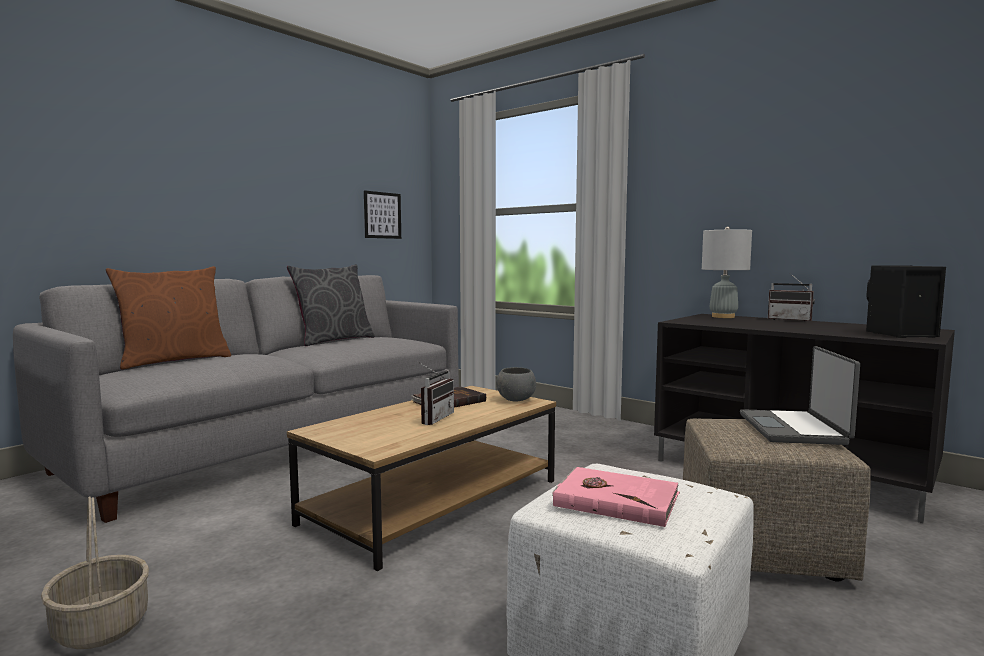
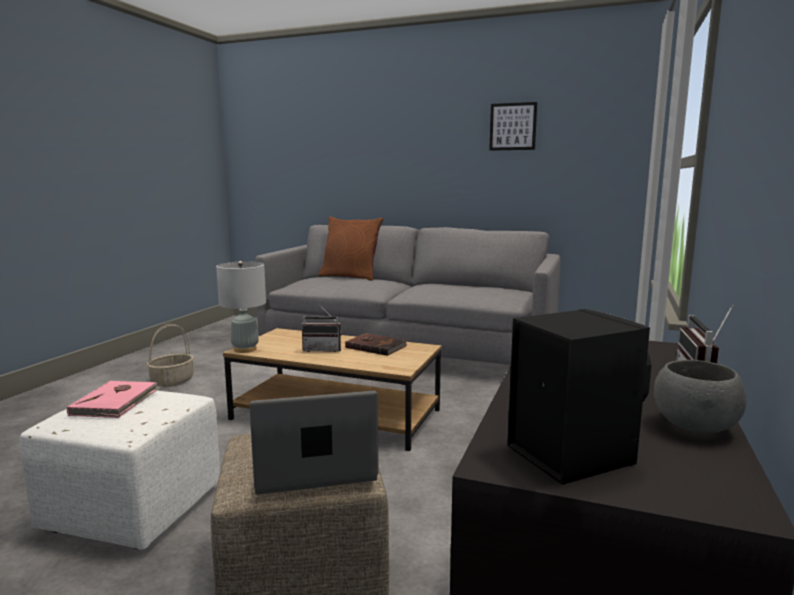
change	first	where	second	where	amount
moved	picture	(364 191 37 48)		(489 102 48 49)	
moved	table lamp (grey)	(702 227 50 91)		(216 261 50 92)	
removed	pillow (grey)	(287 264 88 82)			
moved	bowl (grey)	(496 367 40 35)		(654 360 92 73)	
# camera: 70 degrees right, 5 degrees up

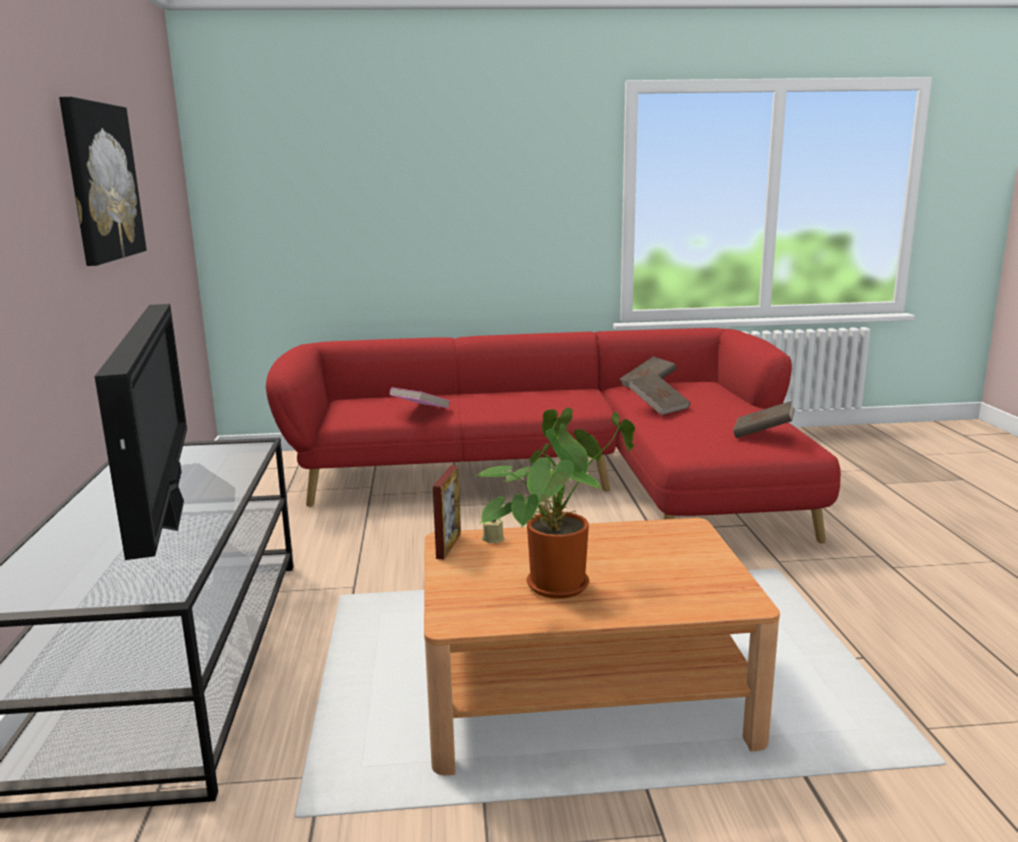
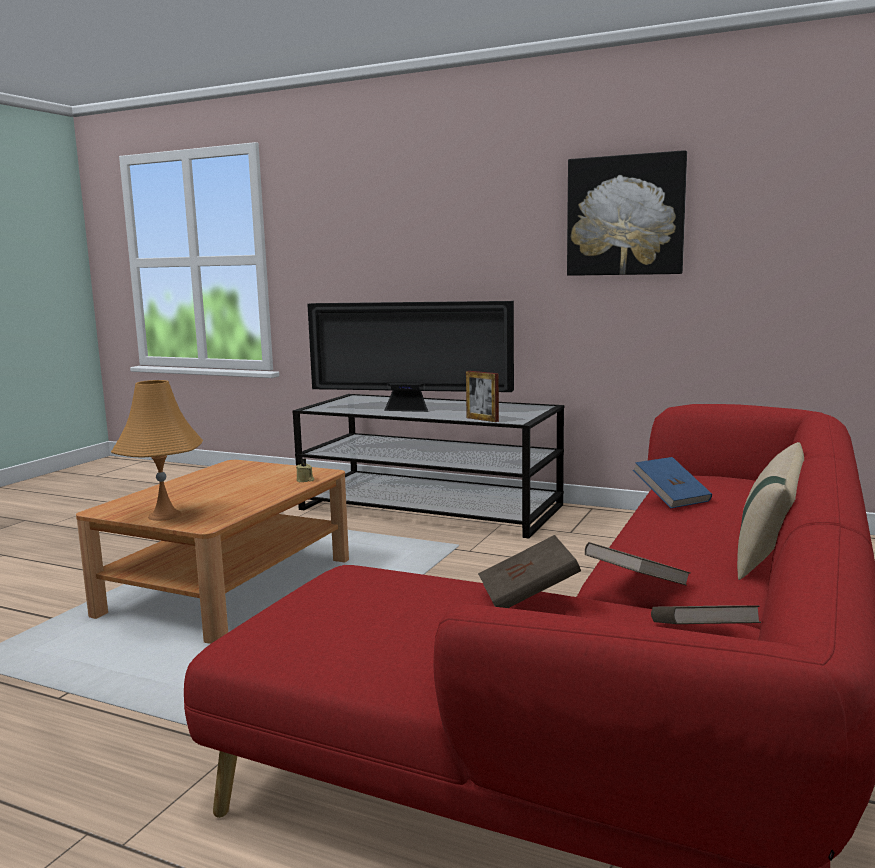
change	first	where	second	where	amount
recoloured	book (pink)	(390 388 60 20)	book (blue)	(633 457 79 51)	
moved	book (brown)	(733 401 62 37)		(585 542 105 44)	
removed	potted plant	(474 408 161 191)			
moved	picture frame	(433 465 28 95)		(466 371 33 51)	
added			table lamp (orange)	(111 380 92 141)	
added			pillow (beige)	(737 442 67 138)	
# camera: 120 degrees right, 5 degrees down

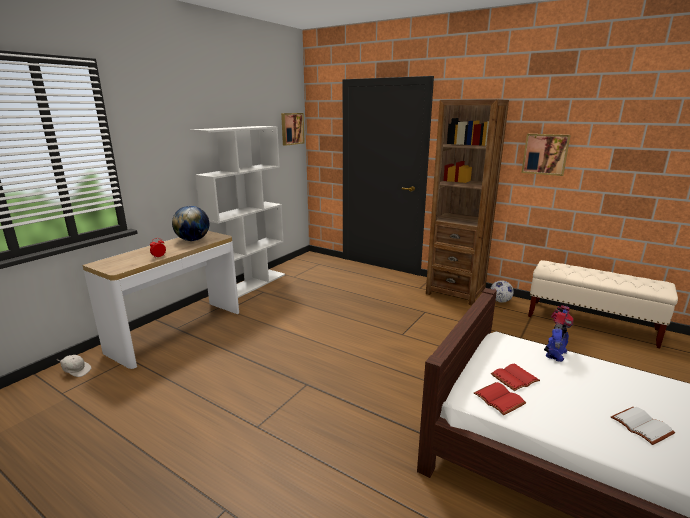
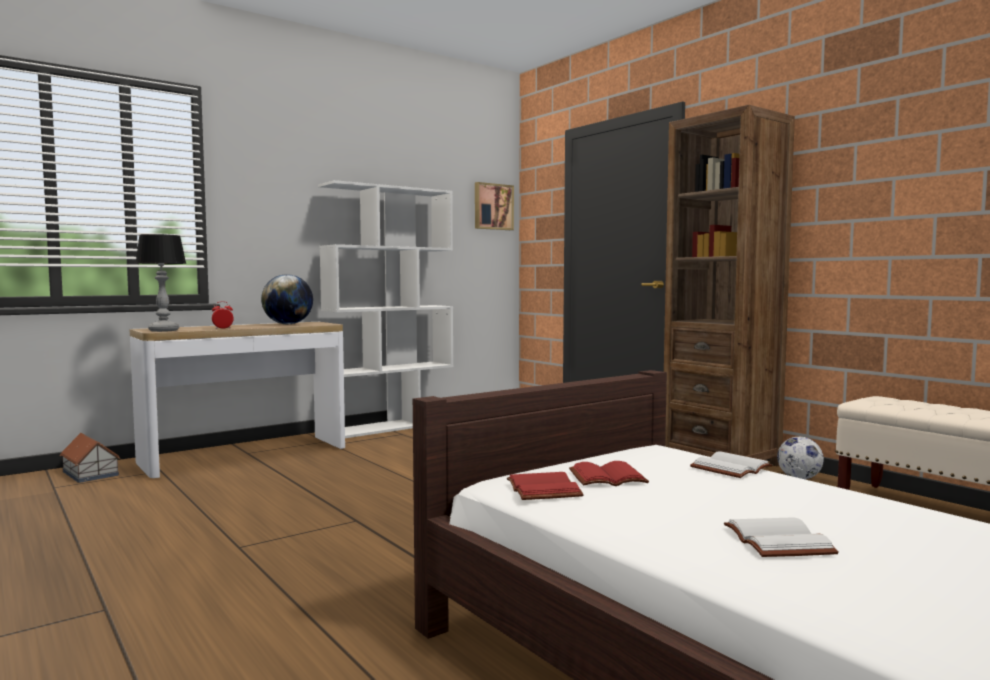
change	first	where	second	where	amount
removed	picture	(521 134 50 42)			
replaced	toy robot	(544 305 30 57)	book (white)	(690 451 82 27)	
replaced	cap (white)	(57 355 34 22)	toy house	(60 433 60 50)	
added			table lamp	(136 234 50 98)	
# camera: 20 degrees right, 15 degrees down

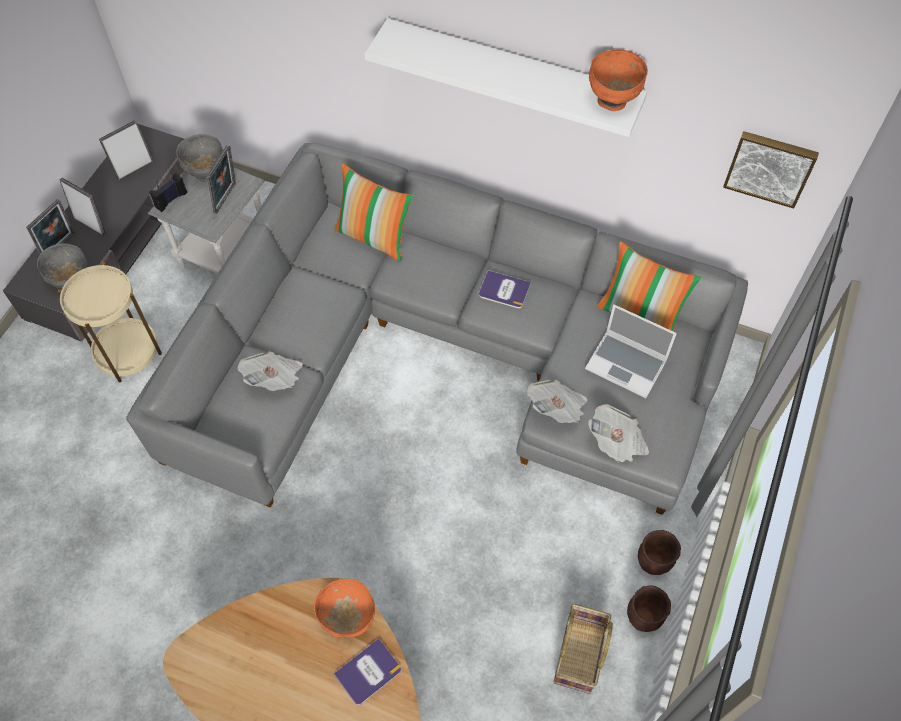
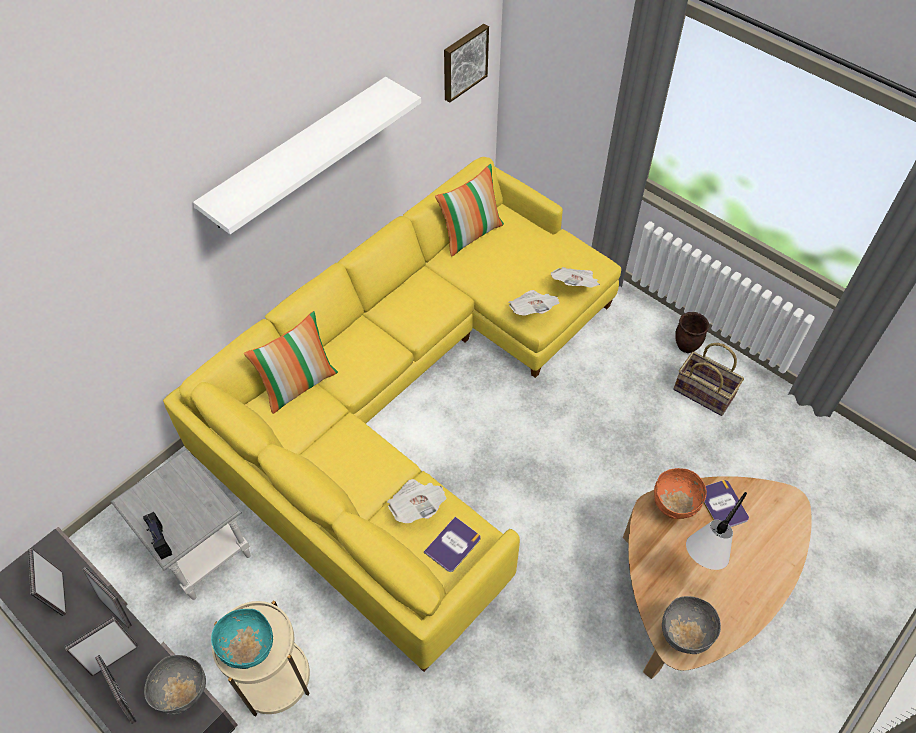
change	first	where	second	where	amount
removed	bowl (orange)	(589 50 59 61)			
moved	bowl (grey)	(176 134 47 48)		(662 596 59 58)	
recoloured	sofa (grey)	(126 143 622 372)	sofa (yellow)	(163 157 458 515)	
moved	picture frame	(206 145 30 69)		(83 566 49 63)	
moved	book	(479 270 52 39)		(424 517 57 55)	
removed	laptop	(585 304 92 94)			
removed	planter (brown)	(638 530 43 45)			
added			table lamp	(686 492 61 78)	
added			bowl (turquoise)	(211 609 62 60)	
# camera: 70 degrees left, 5 degrees down

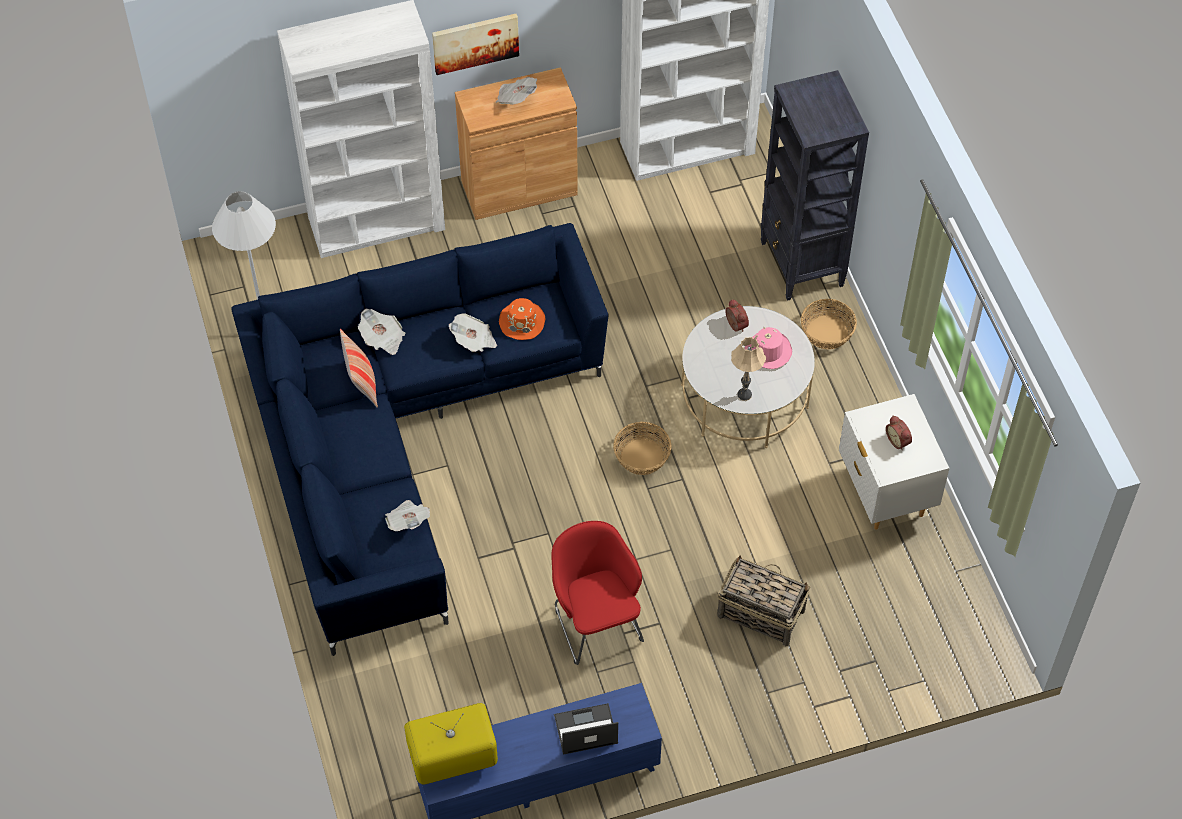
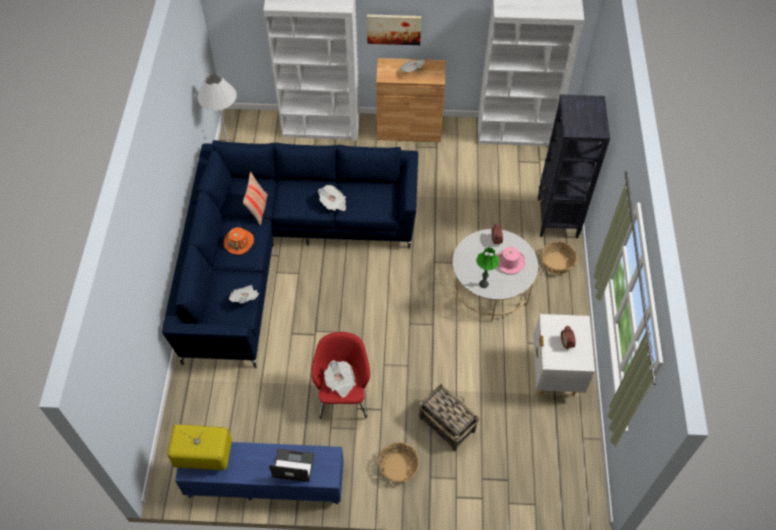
change	first	where	second	where	amount
moved	hat (orange)	(499 298 46 42)		(224 227 30 28)	
moved	newspaper	(358 309 47 46)		(324 360 32 38)	
recoloured	table lamp (beige)	(731 337 35 64)	table lamp (green)	(476 247 23 41)	
moved	basket	(613 422 58 53)		(378 442 41 41)	
# camera: 20 degrees right, 0 degrees up

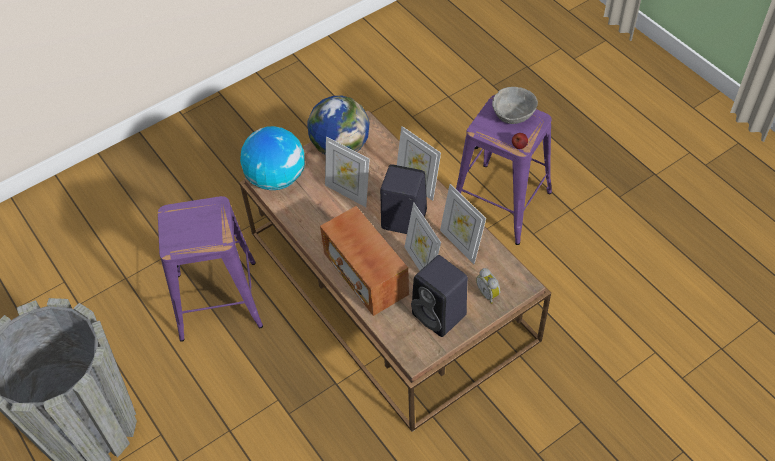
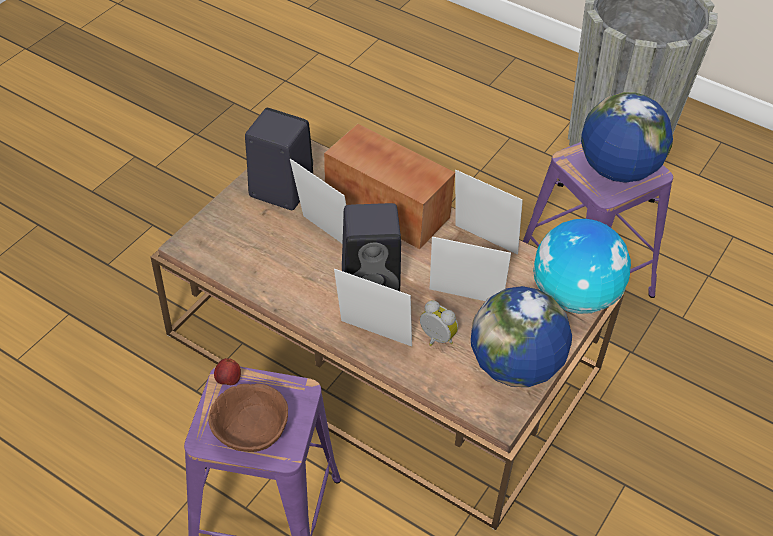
change	first	where	second	where	amount
recoloured	bowl (grey)	(492 87 46 37)	bowl (brown)	(208 383 80 69)	
moved	picture frame	(440 184 46 80)		(455 170 68 85)	
moved	alarm clock	(476 268 24 36)		(420 300 38 46)	
added			globe	(581 92 92 91)	
# camera: 155 degrees right, 5 degrees down

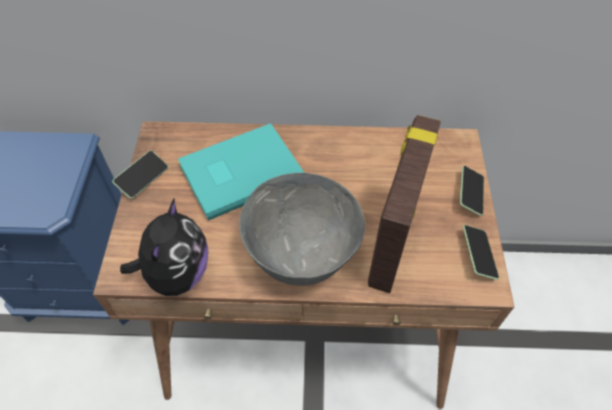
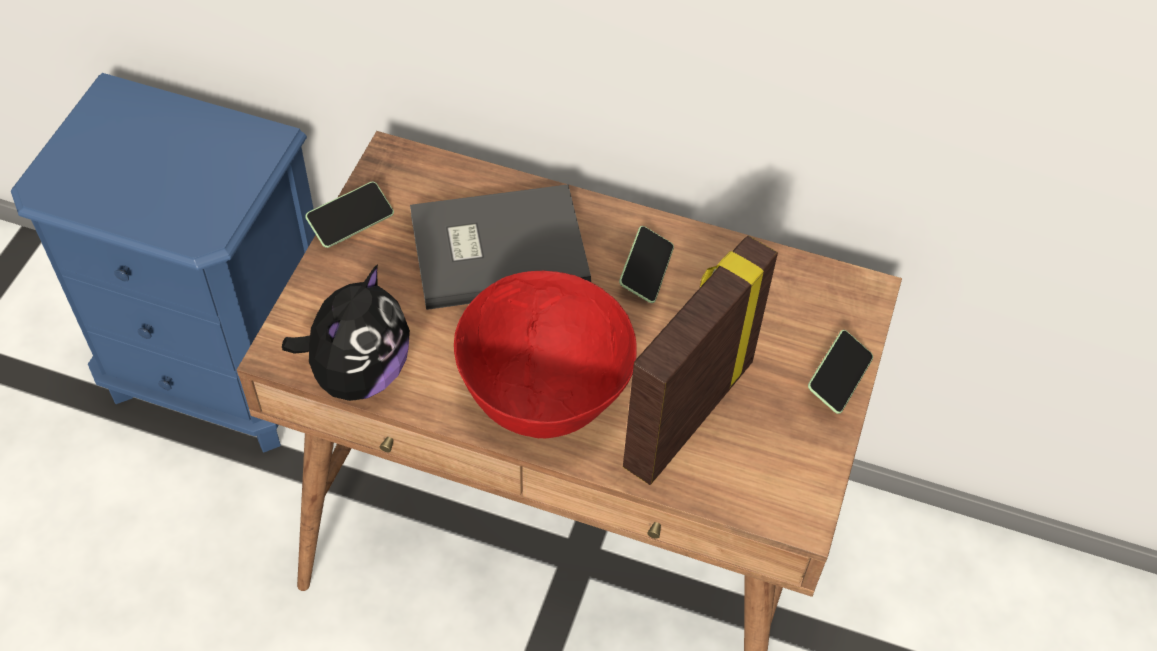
change	first	where	second	where	amount
recoloured	book (turquoise)	(178 123 126 98)	book (grey)	(410 184 181 126)	
recoloured	bowl (grey)	(239 172 126 114)	bowl (red)	(454 271 183 168)	
moved	phone	(463 225 36 55)		(619 226 55 77)	
# camera: 15 degrees right, 0 degrees up

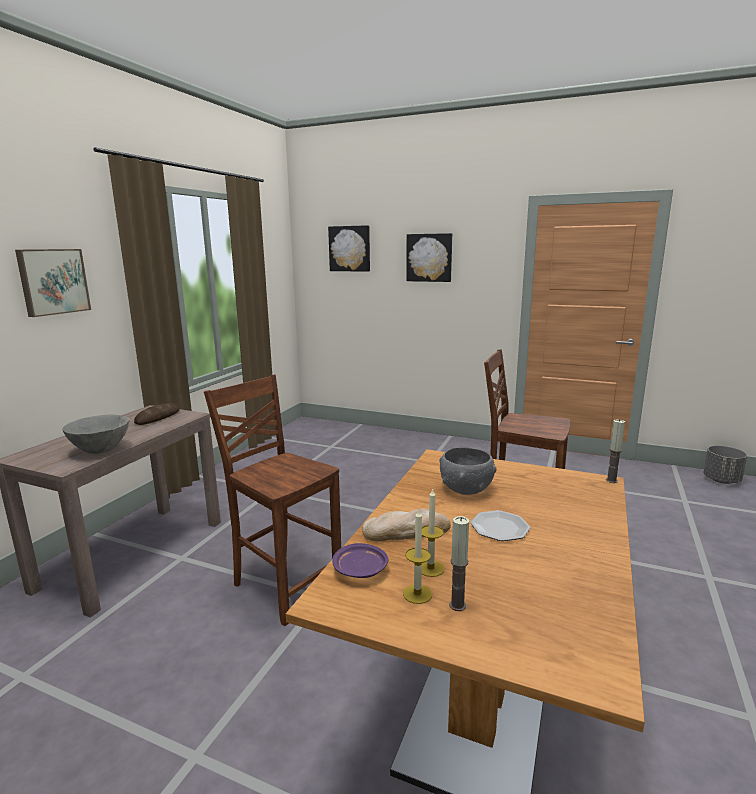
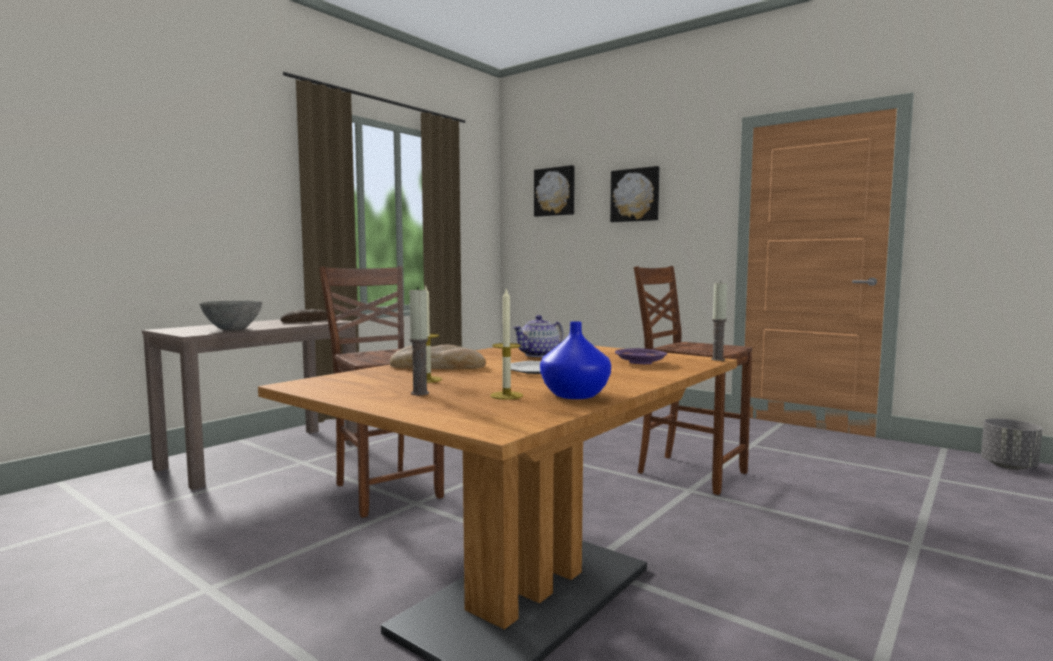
change	first	where	second	where	amount
removed	picture	(15 249 76 68)			
replaced	bowl (grey)	(439 447 57 48)	teapot	(512 315 51 42)	
moved	candle	(403 510 29 94)		(490 287 33 113)	
moved	plate (purple)	(332 543 56 35)		(615 348 52 16)	
added			vase (blue)	(540 321 71 78)	
# camera: 15 degrees right, 10 degrees down

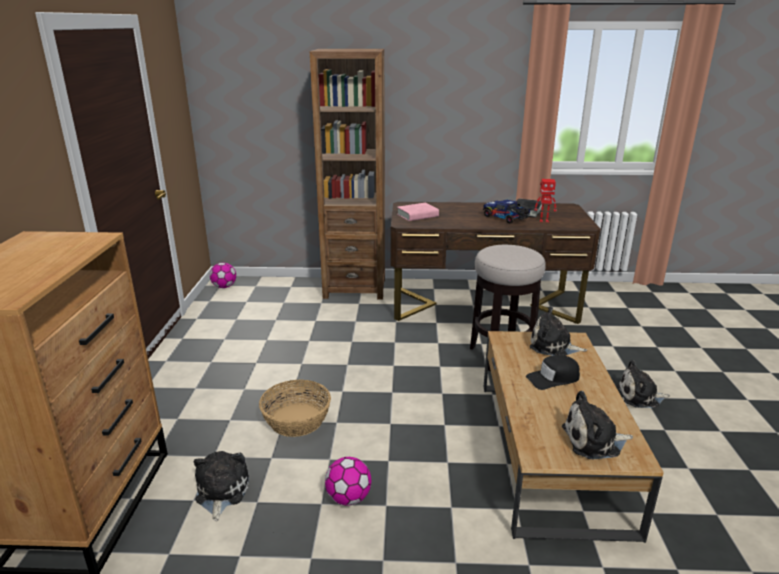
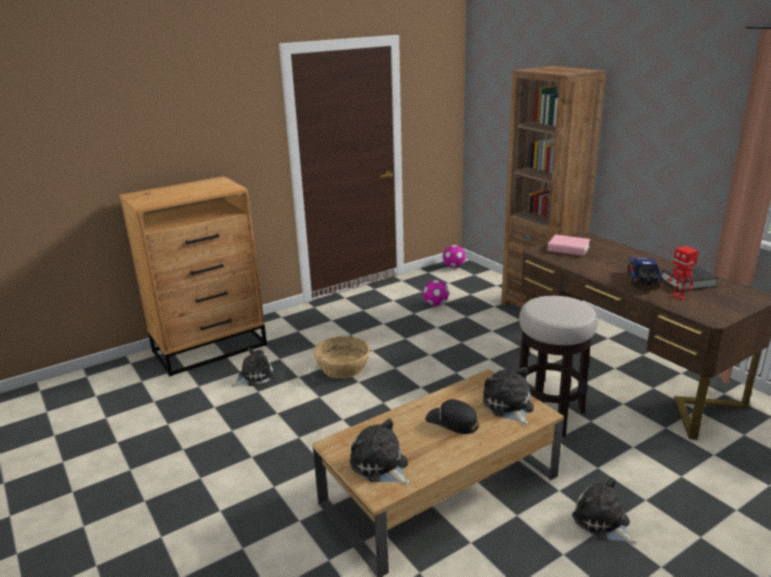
change	first	where	second	where	amount
moved	football	(325 457 46 49)		(423 280 26 26)	
# camera: 55 degrees right, 0 degrees up

